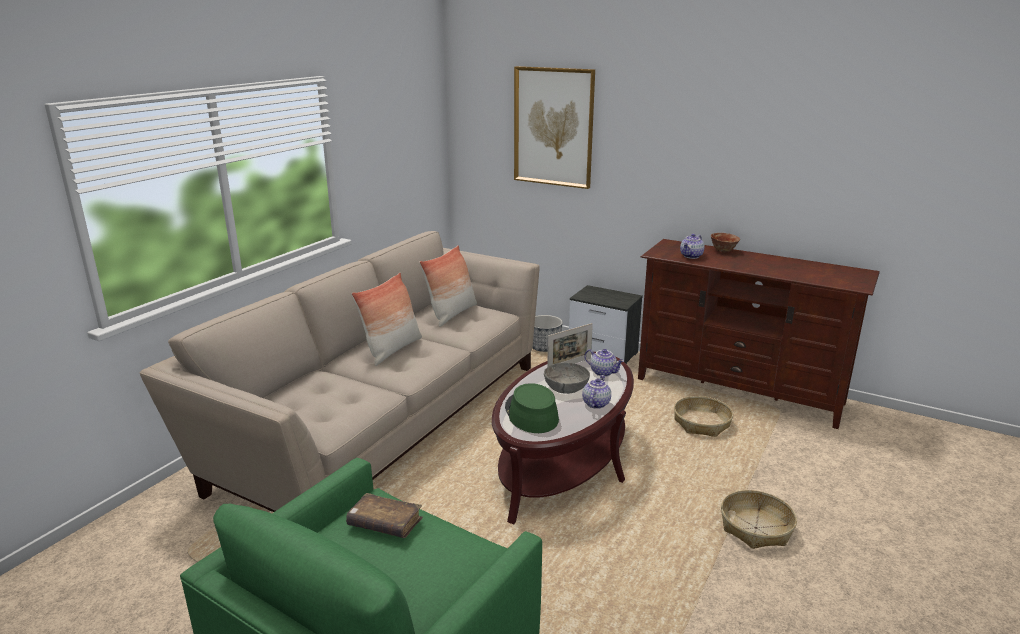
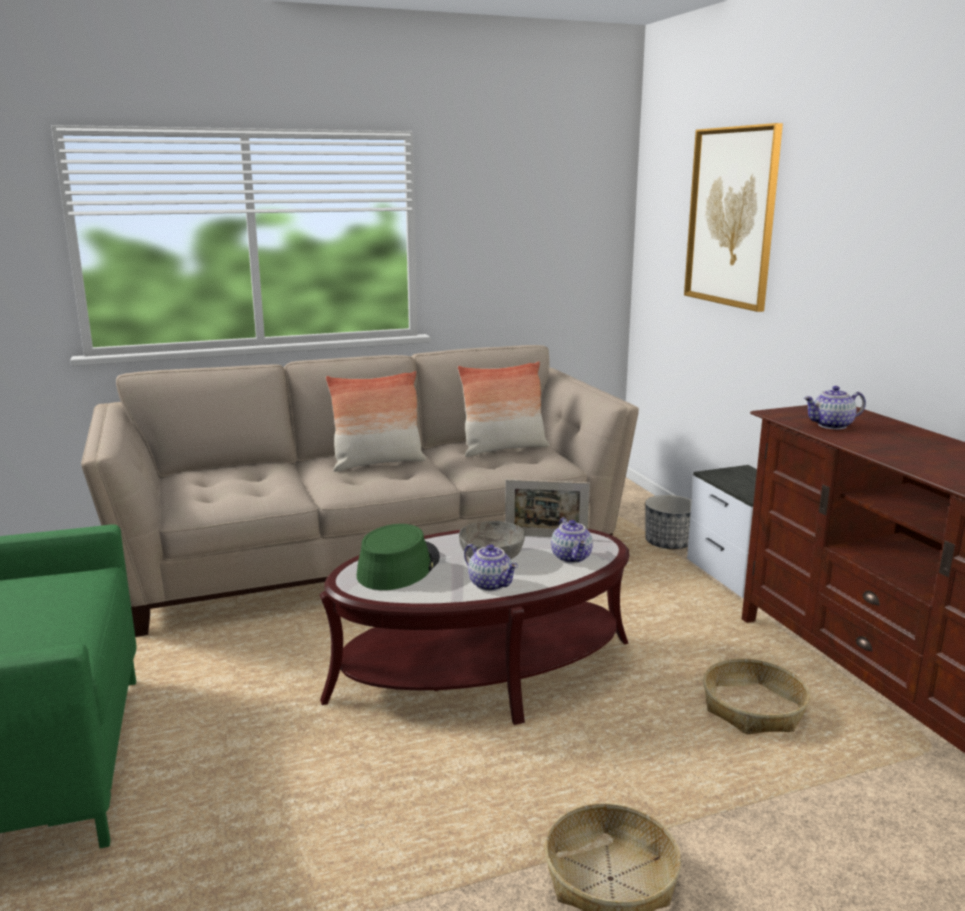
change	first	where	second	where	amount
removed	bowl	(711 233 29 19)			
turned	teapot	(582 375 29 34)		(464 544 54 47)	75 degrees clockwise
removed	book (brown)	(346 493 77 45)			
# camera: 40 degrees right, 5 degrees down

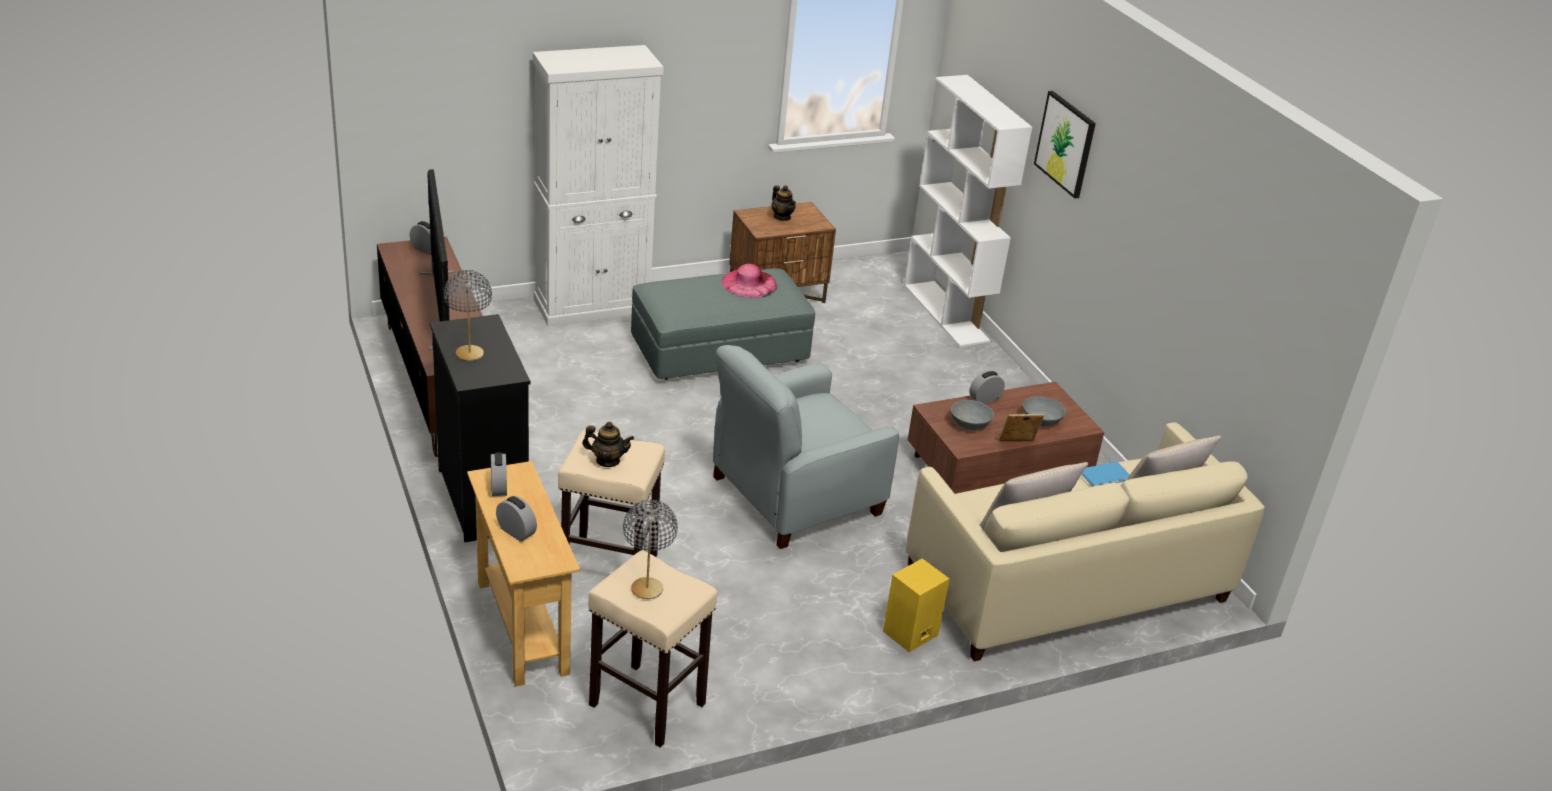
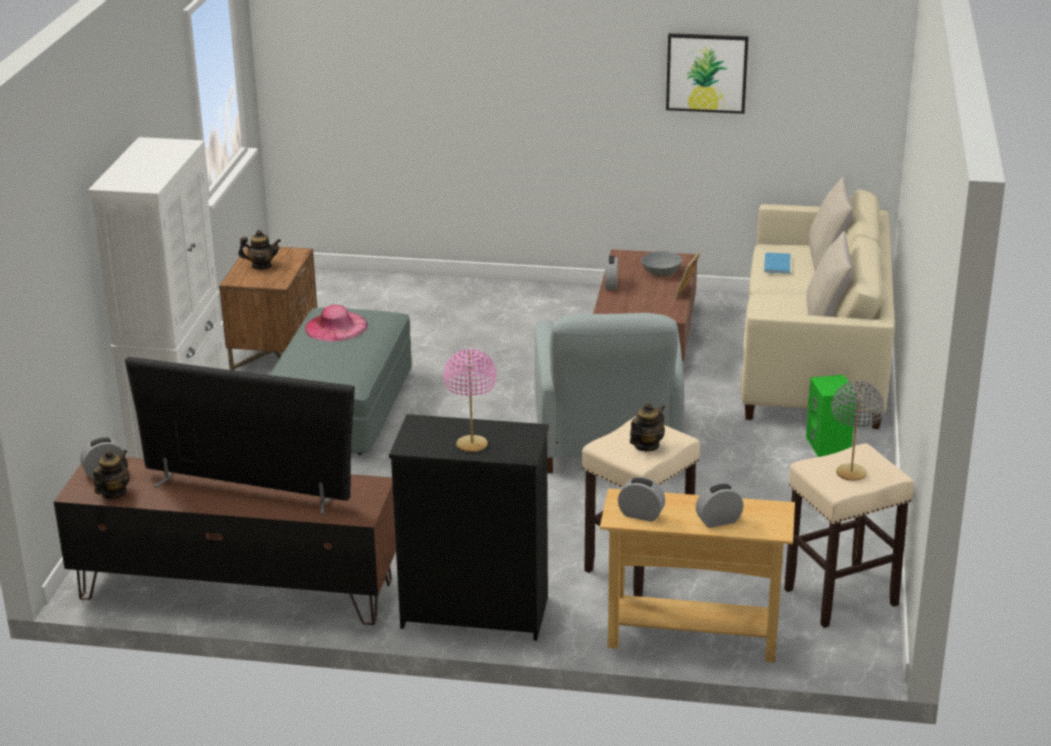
change	first	where	second	where	amount
removed	bookcase (white)	(904 75 128 272)			
moved	picture	(1034 91 62 108)		(666 33 83 81)	
recoloured	table lamp (grey)	(444 270 48 91)	table lamp (pink)	(443 349 54 103)	
removed	bowl (grey)	(951 400 43 30)			
recoloured	speaker (yellow)	(883 559 67 93)	speaker (green)	(806 375 51 82)	
added			teapot	(93 450 37 49)	
# camera: 55 degrees left, 5 degrees down

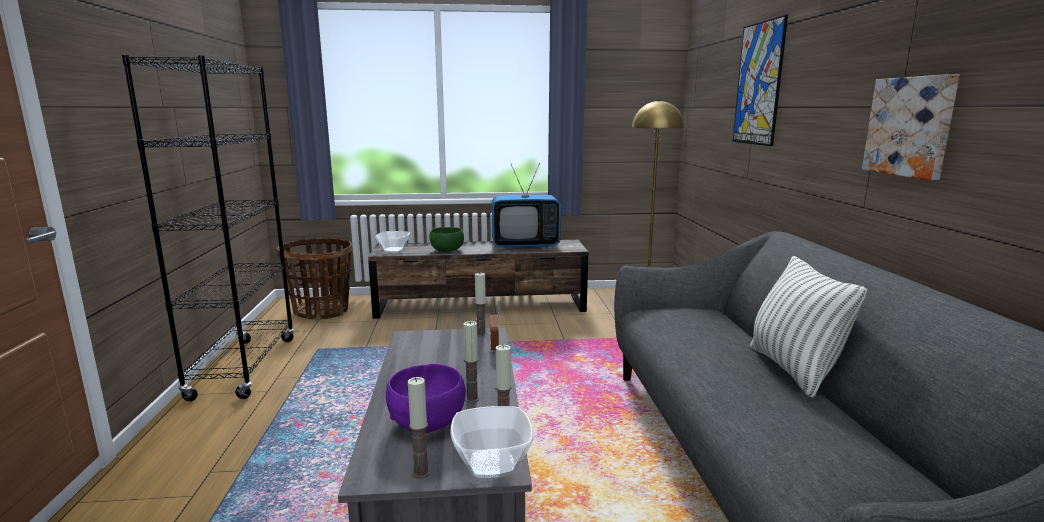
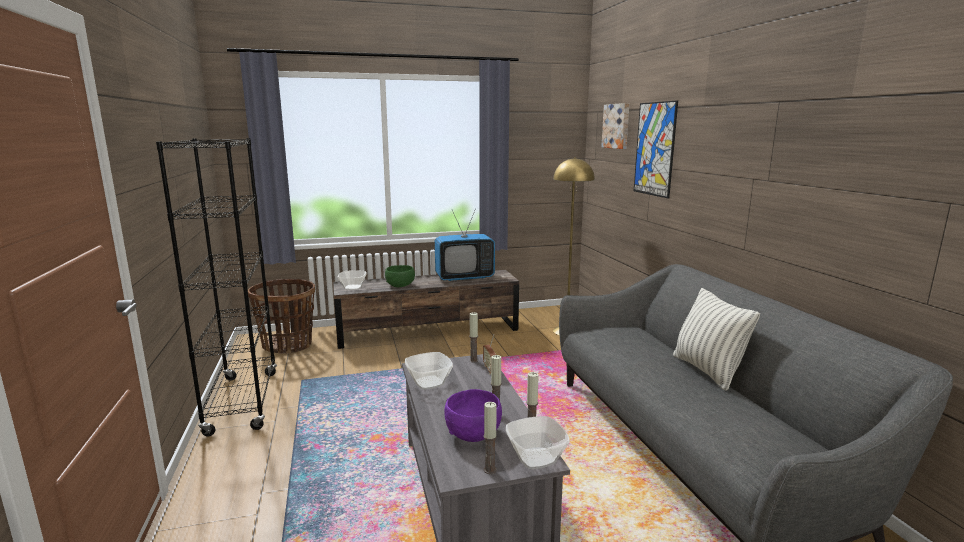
change	first	where	second	where	amount
moved	picture	(862 74 98 106)		(601 103 28 46)	
added			bowl	(405 352 48 37)	
# camera: 10 degrees left, 0 degrees up

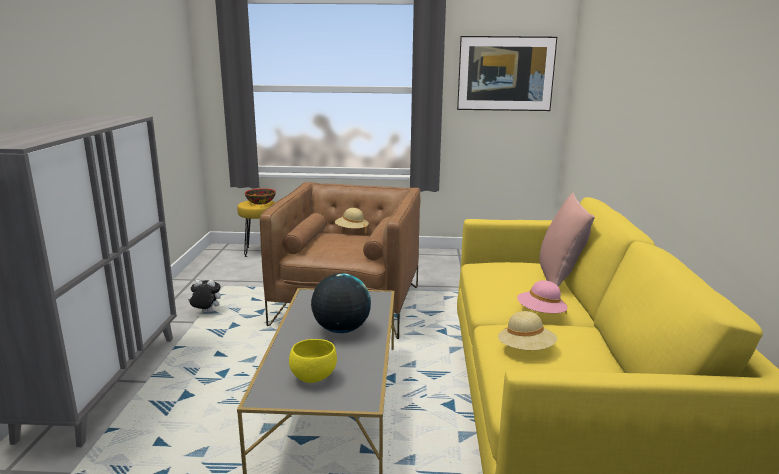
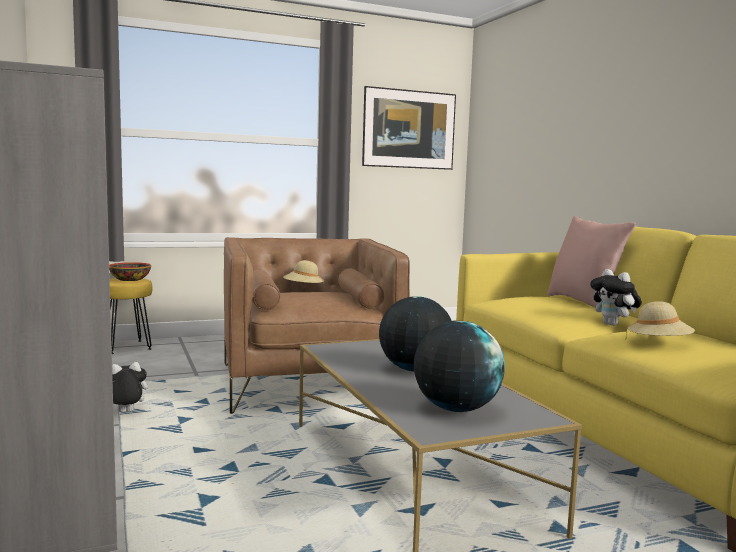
change	first	where	second	where	amount
replaced	hat (pink)	(517 280 51 33)	plush toy	(590 269 52 57)	
replaced	bowl (yellow)	(289 339 48 44)	globe	(414 321 91 91)	
# camera: 25 degrees left, 10 degrees down

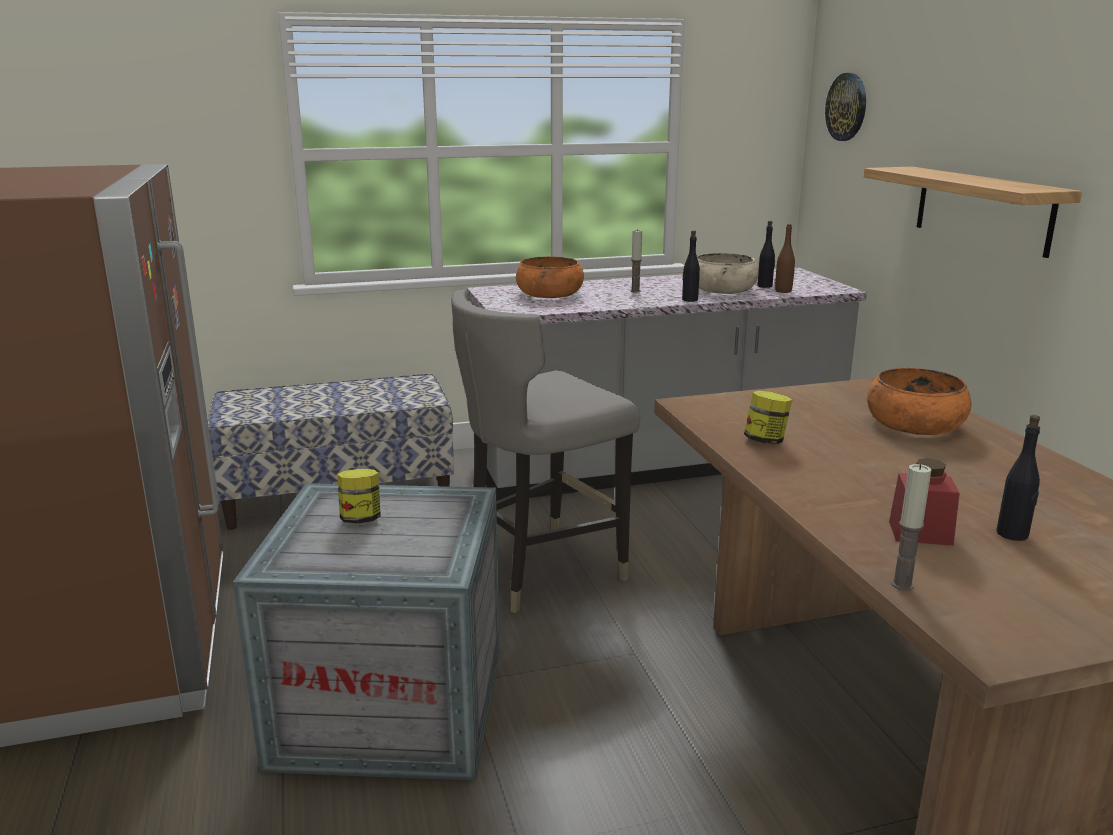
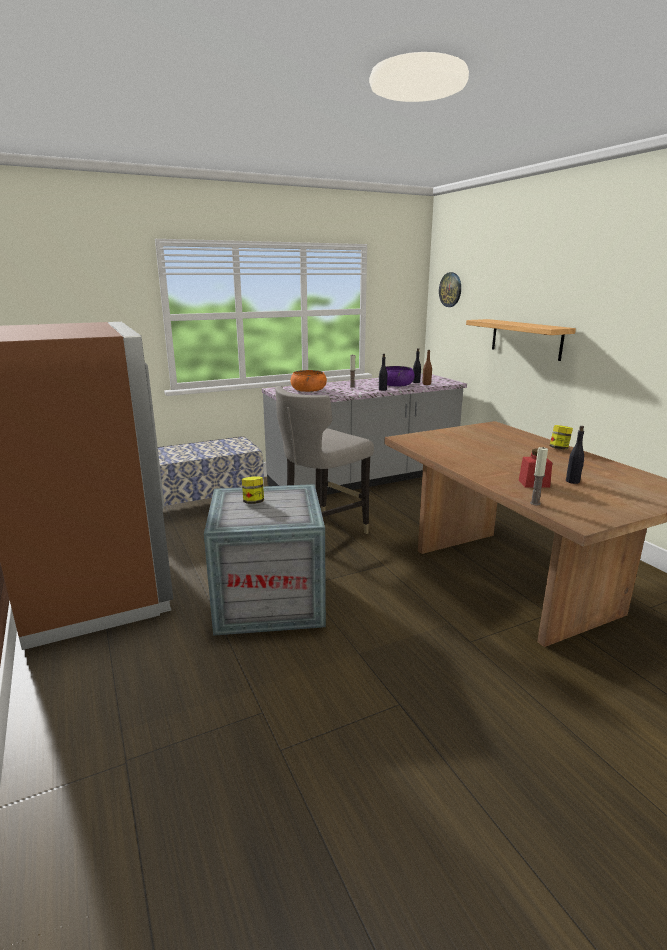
change	first	where	second	where	amount
recoloured	bowl (beige)	(697 253 62 41)	bowl (purple)	(386 366 29 21)	
removed	bowl (orange)	(867 368 105 67)			
moved	jar	(744 391 48 53)		(550 425 23 25)	
# camera: 10 degrees left, 0 degrees up

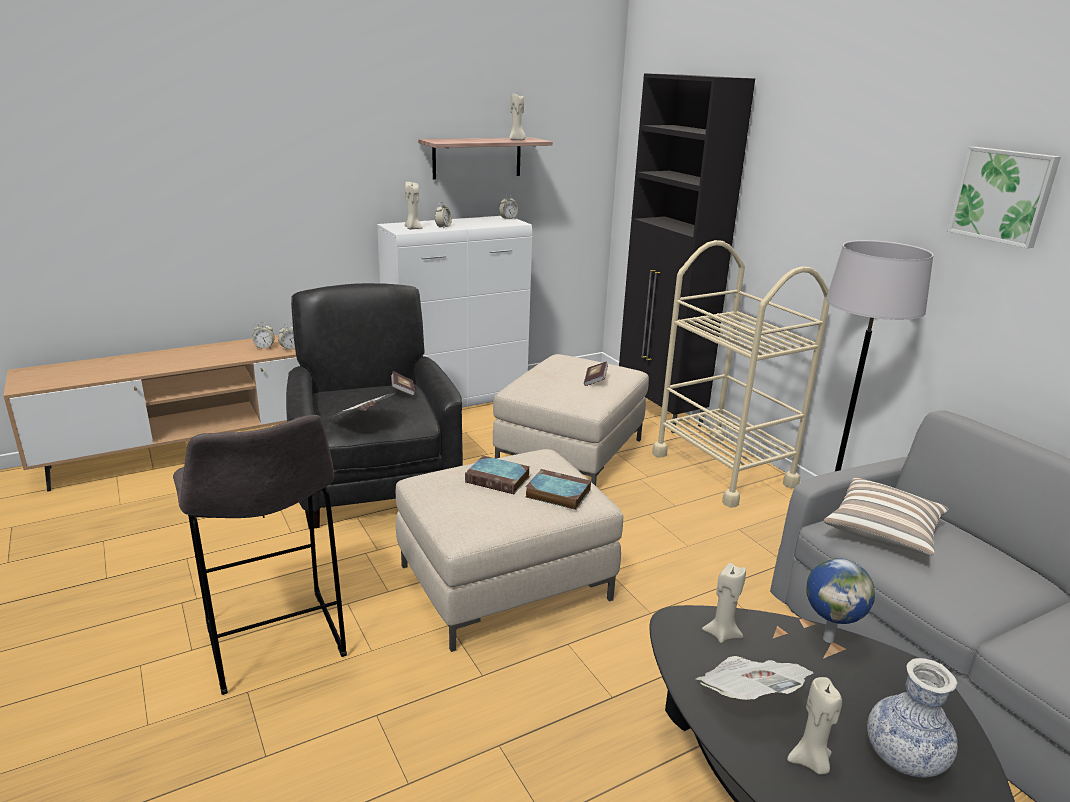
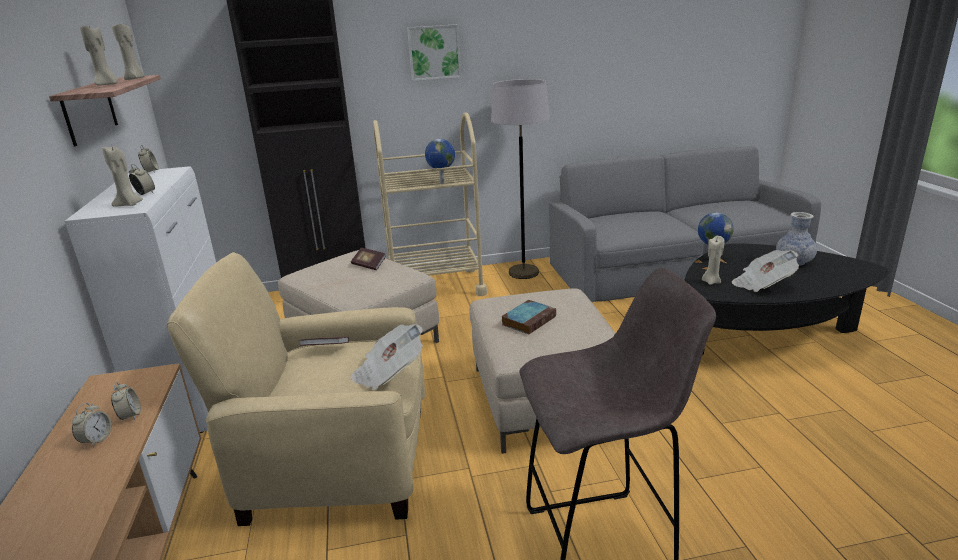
change	first	where	second	where	amount
moved	picture	(947 147 114 101)		(407 24 54 57)	
recoloured	armchair (black)	(286 283 177 246)	armchair (beige)	(167 252 258 274)	
removed	book	(525 469 66 41)			
removed	pillow	(824 478 125 78)			
moved	candle (beige)	(787 677 55 98)		(80 26 38 60)	
added			globe	(425 139 30 45)	
# camera: 70 degrees left, 0 degrees up

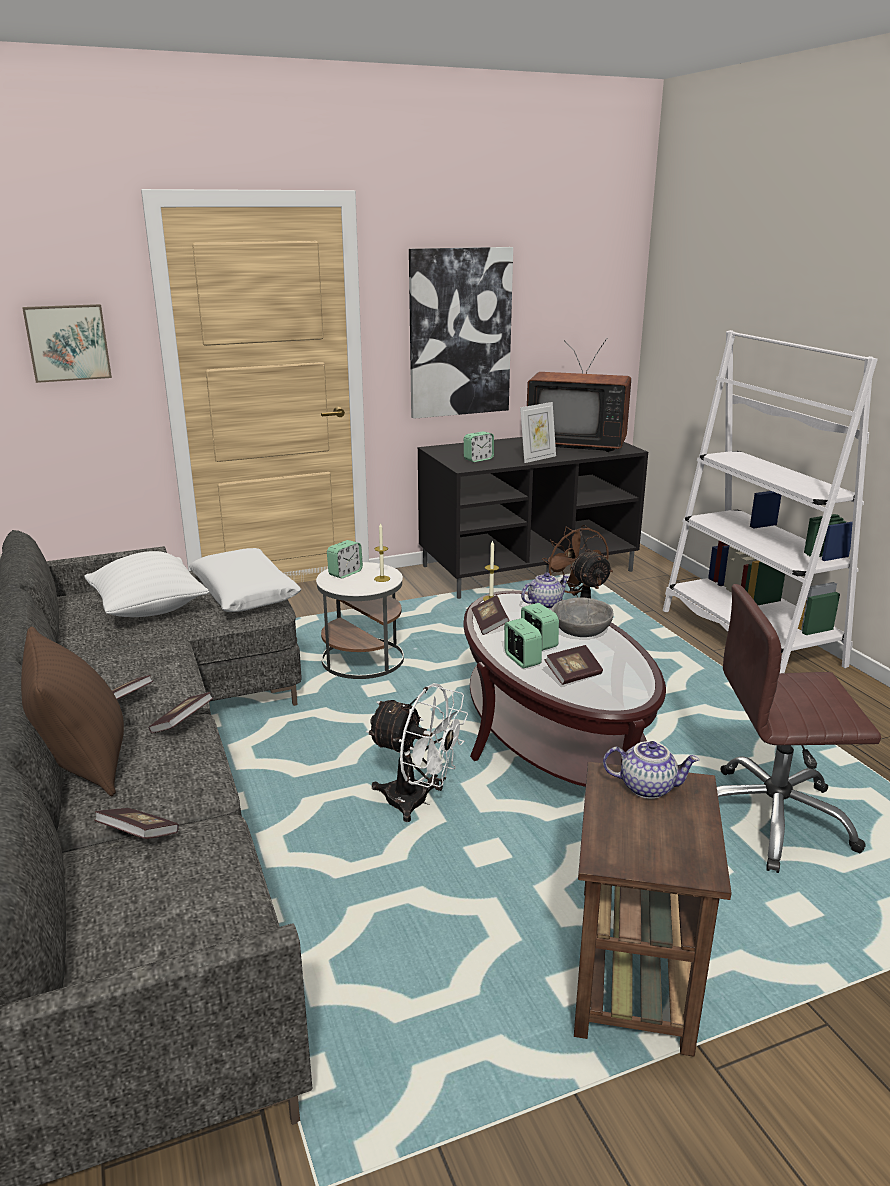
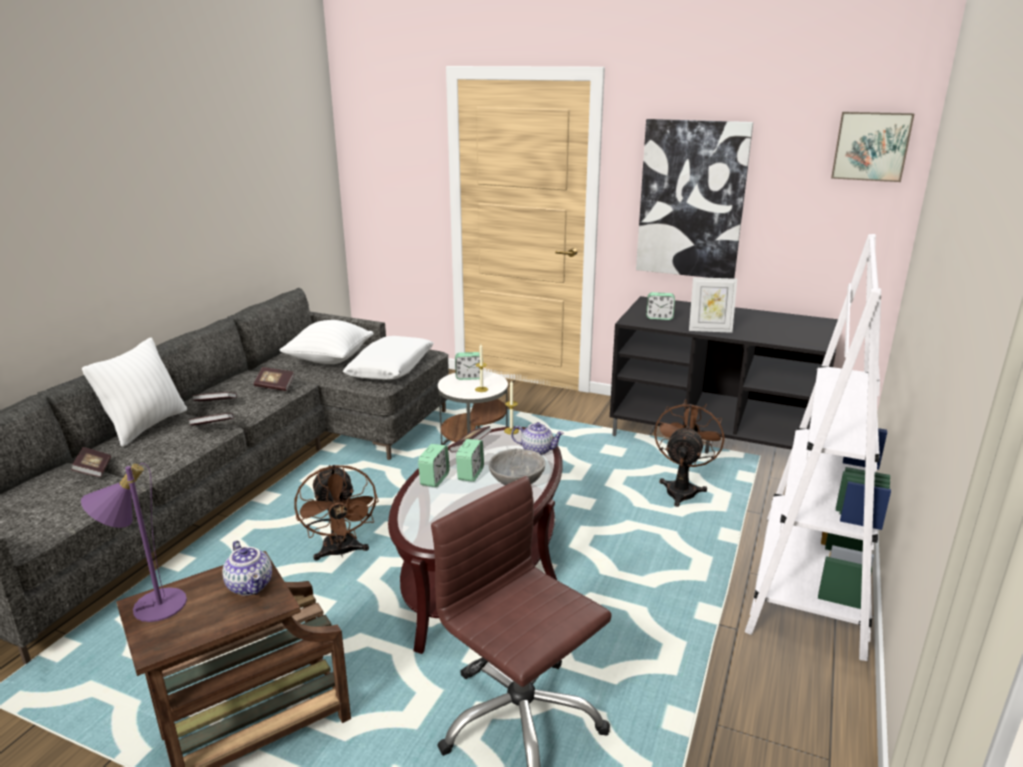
change	first	where	second	where	amount
moved	picture	(22 304 90 79)		(831 111 83 71)	
removed	television	(527 338 104 114)			
recoloured	pillow (brown)	(21 626 103 170)	pillow (white)	(82 338 105 109)	
moved	book	(545 645 58 40)		(253 367 42 24)	
recoloured	fan (white)	(366 683 102 139)	fan (brown)	(294 465 84 95)	
added			table lamp (purple)	(81 463 106 159)	
# camera: 45 degrees right, 0 degrees up

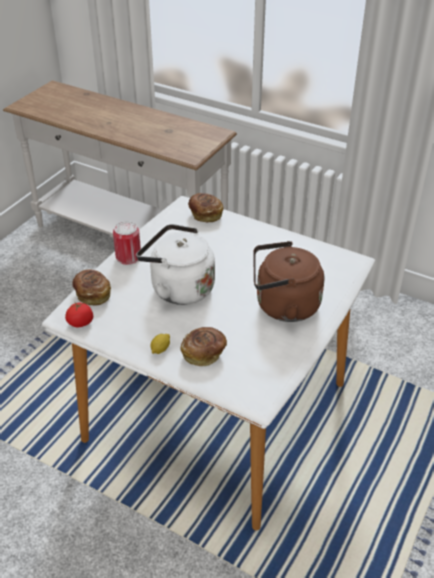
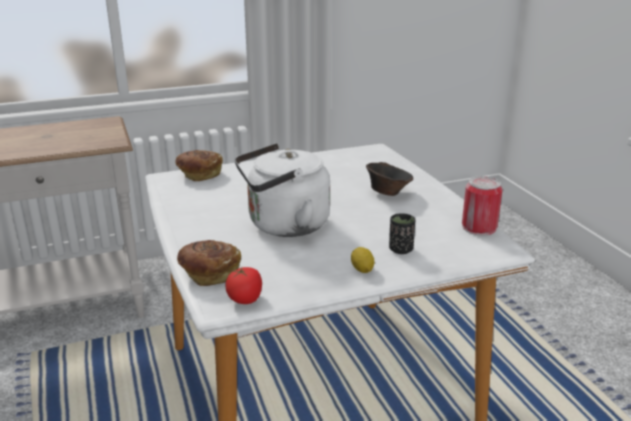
change	first	where	second	where	amount
moved	can	(113 221 28 44)		(462 176 41 59)	
replaced	kettle (brown)	(253 241 71 81)	bowl (brown)	(366 162 47 34)	
replaced	bread	(180 327 47 40)	cup (black)	(389 213 26 41)	
# camera: 50 degrees left, 15 degrees down

